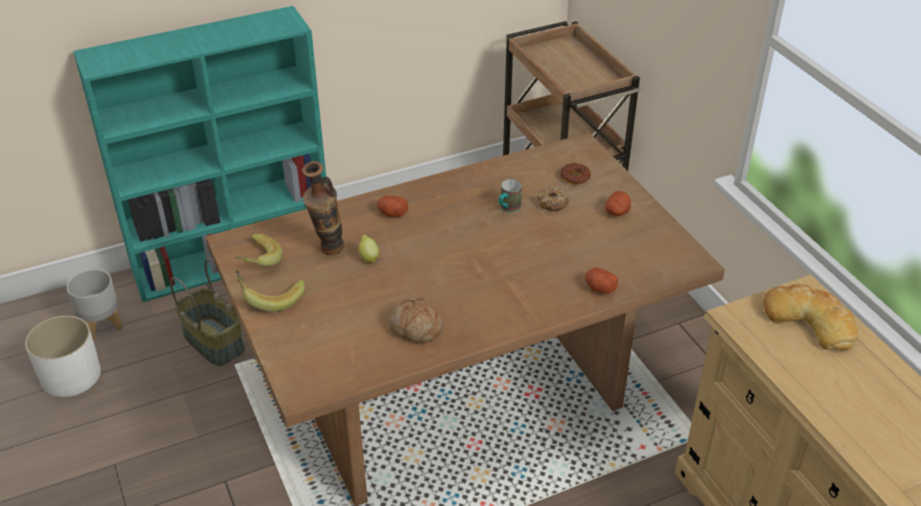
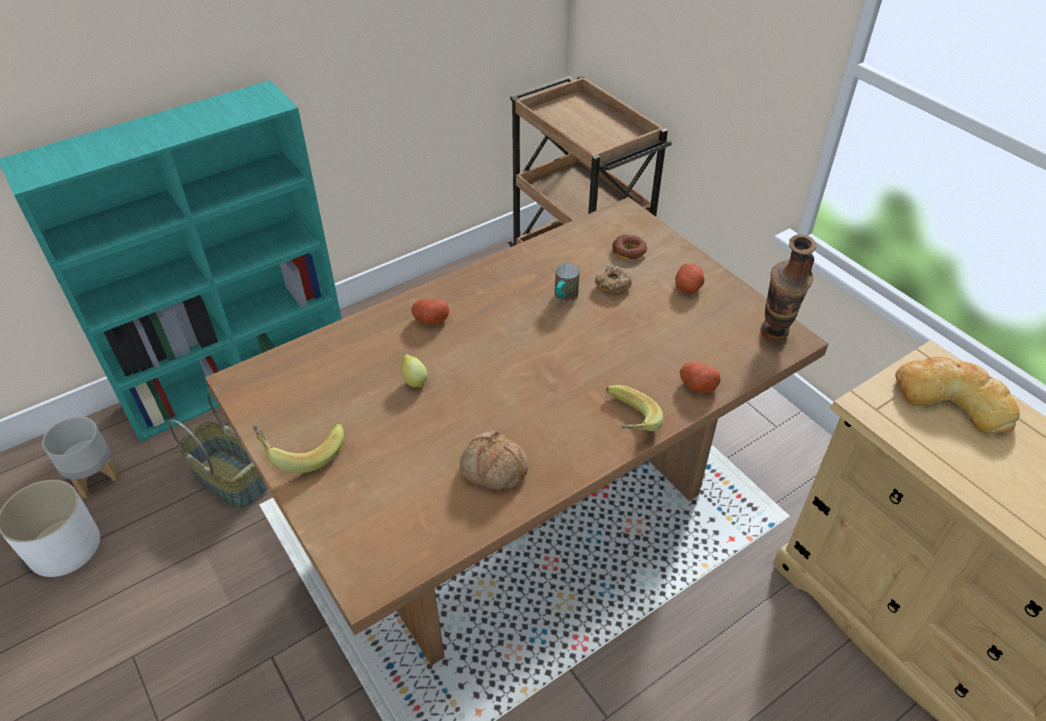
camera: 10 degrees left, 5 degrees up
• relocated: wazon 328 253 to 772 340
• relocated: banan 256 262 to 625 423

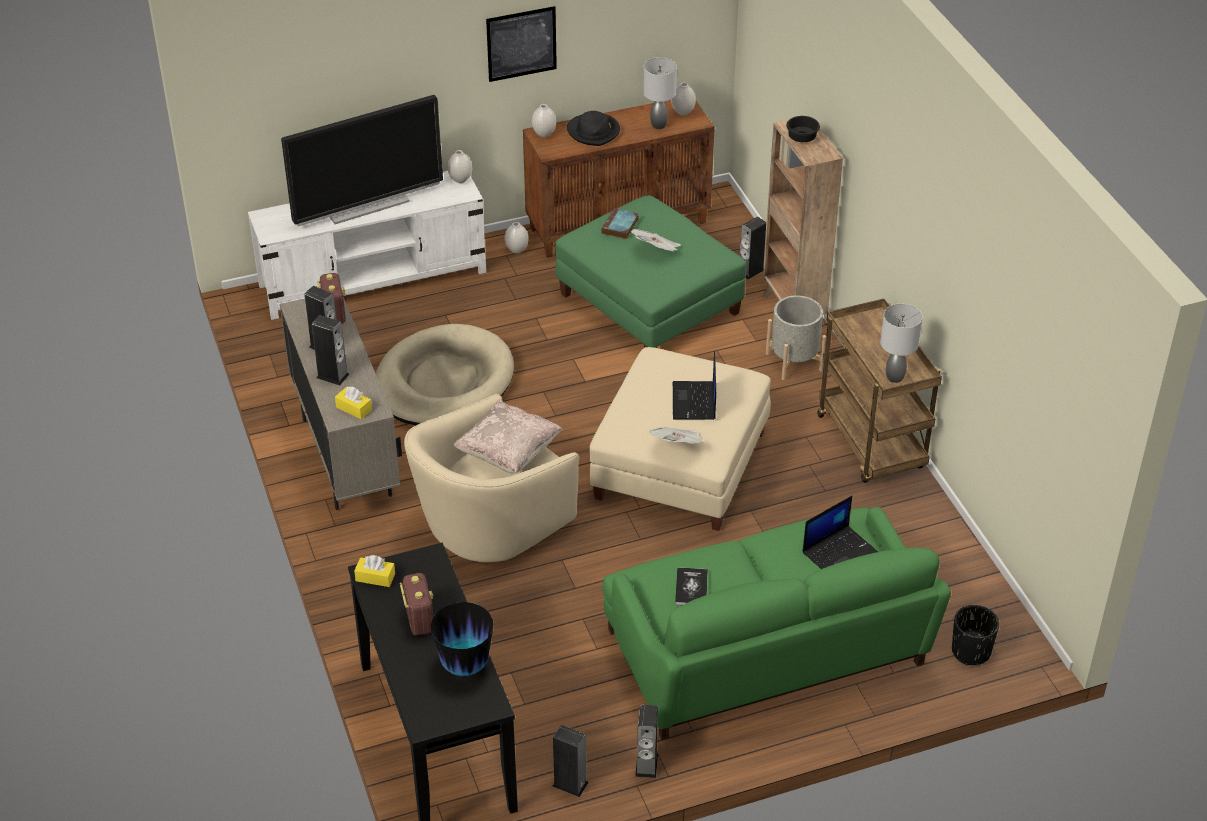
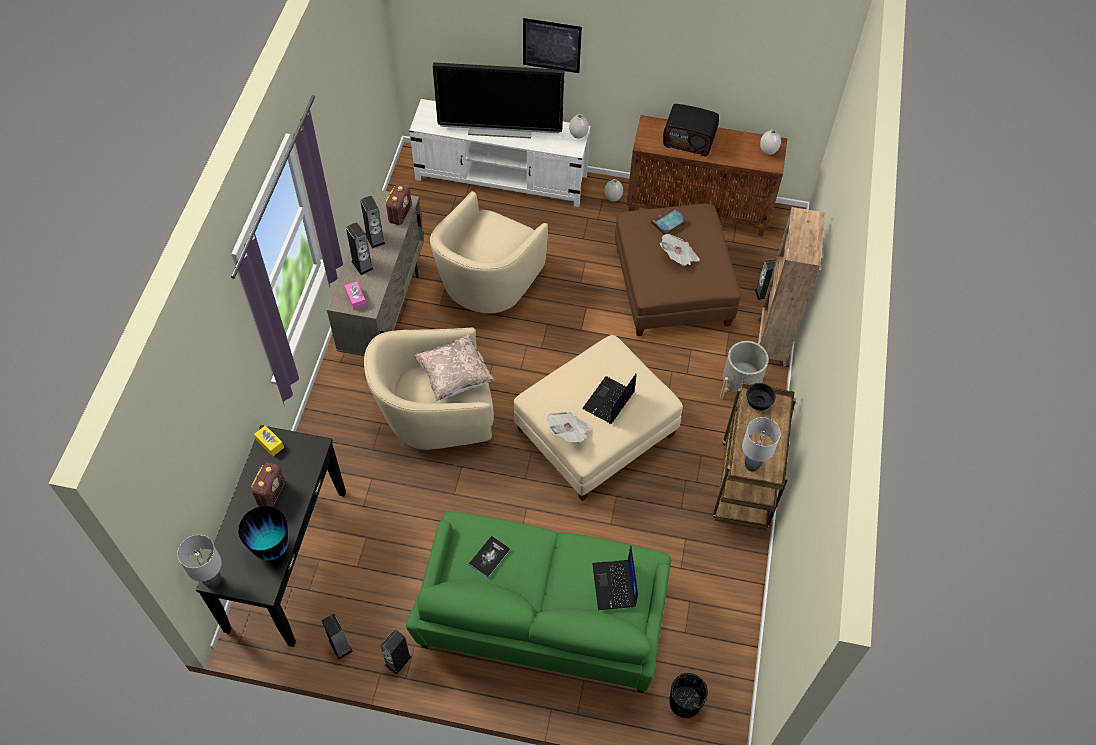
camera: 30 degrees right, 15 degrees up
• relocated: obraz 521 43 to 552 45
• relocated: lampa stołowa (szary) 658 125 to 212 581
• missing: wazon (biały) 544 134
• exchanged: kapelusz (czarny) 594 132 to radio 689 140
• relocated: miska (czarny) 801 138 to 757 401
• colour: pufa (zielony) 649 303 to pufa (brązowy) 672 287
• exchanged: legowisko (beżowy) 443 382 to fotel (beżowy) 487 283
• colour: pudełko chusteczek (żółty) 354 408 to pudełko chusteczek (różowy) 356 299
• spun: laptop 839 552 = 615 586 90 degrees clockwise

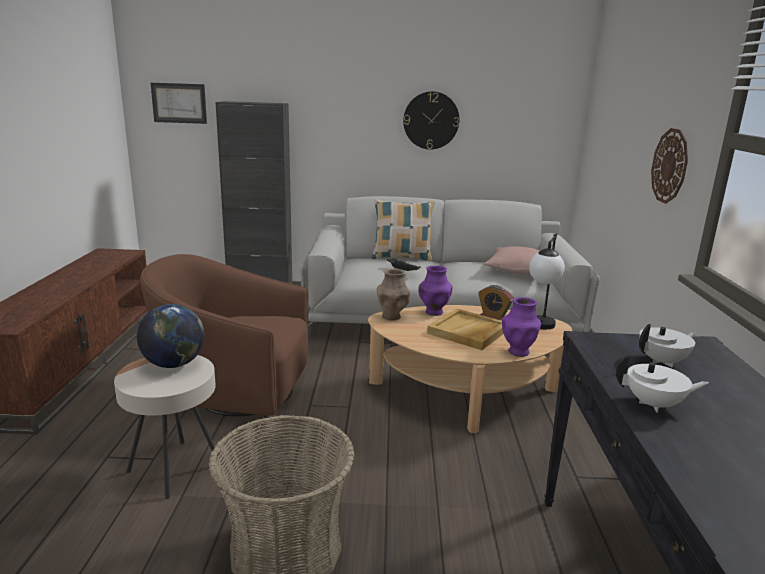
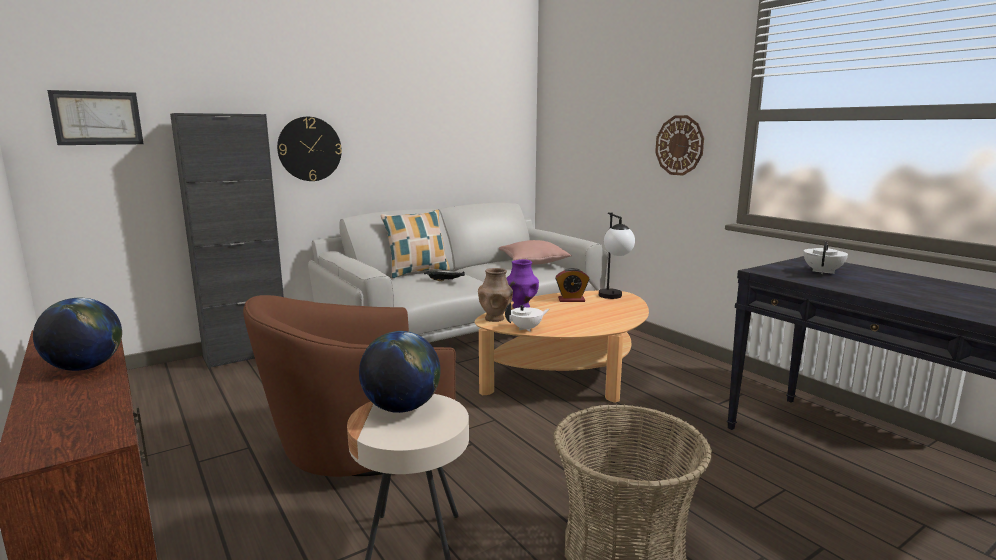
camera: 35 degrees left, 5 degrees down
• relocated: zegar ścienny 431 120 to 309 149
• missing: wazon (fioletowy) 518 352
• missing: taca (beżowy) 468 332
• relocated: imbryk (biały) 654 405 to 527 329
• appeared: globus 85 368

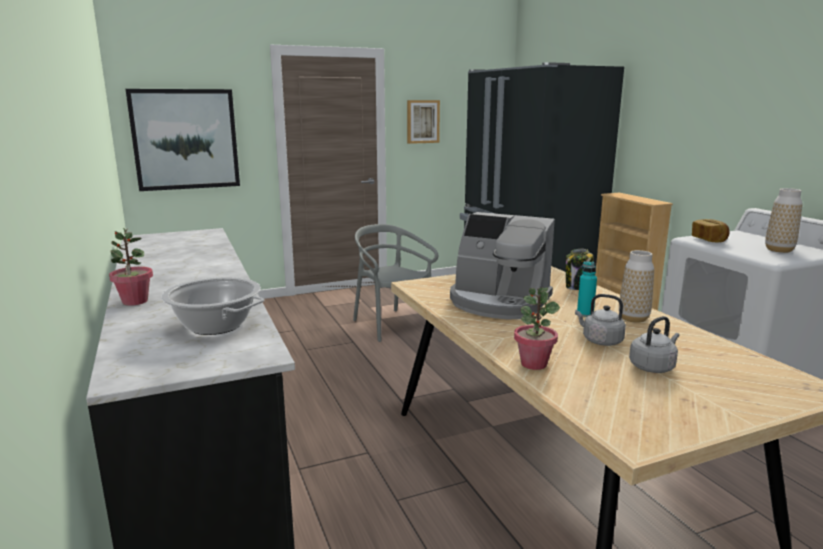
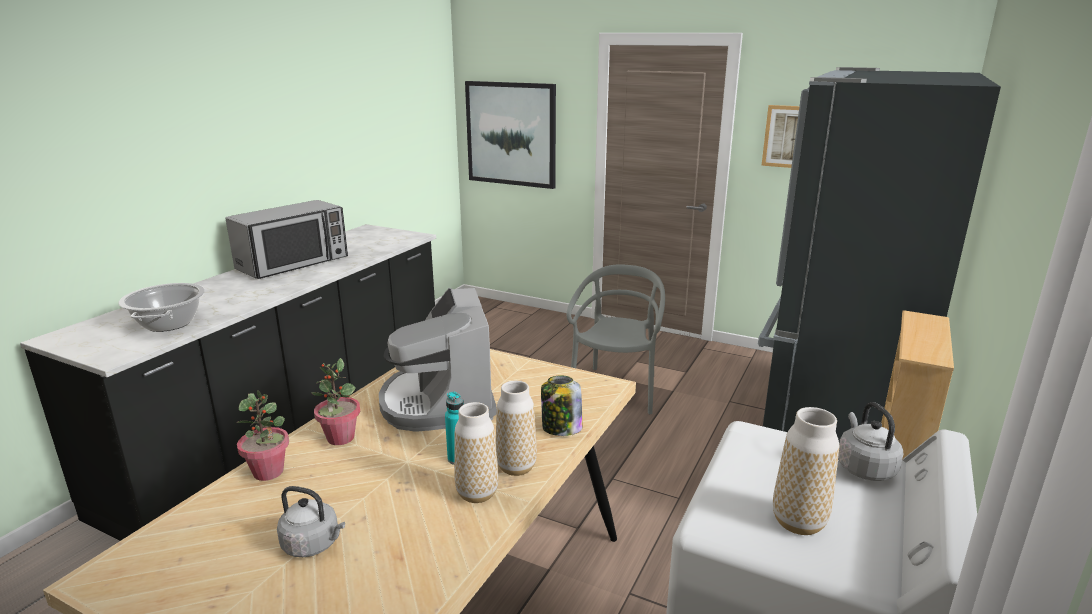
camera: 50 degrees right, 5 degrees up
• missing: chleb 709 240
• relocated: roślina doniczkowa 135 301 to 340 438
• relocated: czajnik (szary) 600 341 to 864 467
• appeared: mikrofalówka 294 263
• appeared: wazon 516 467

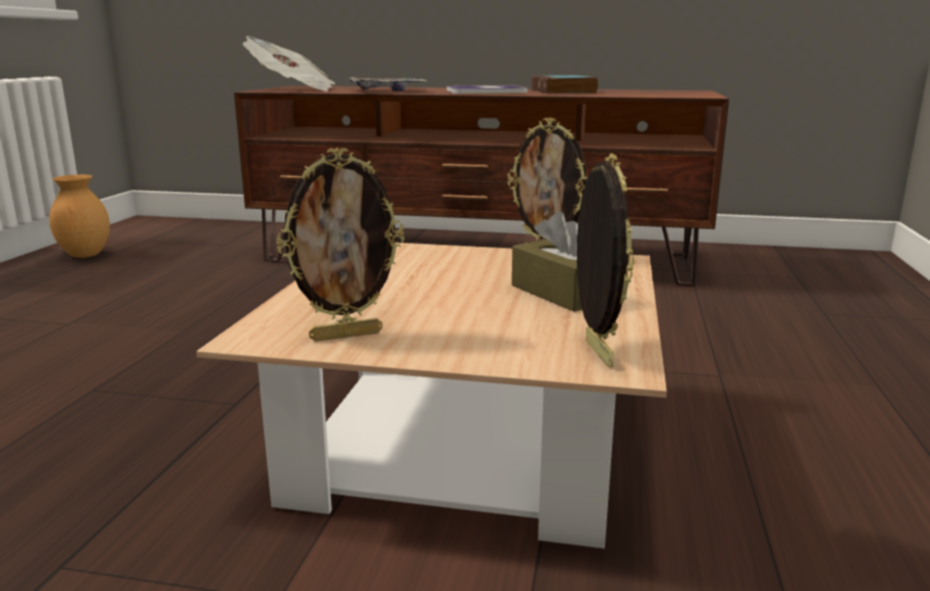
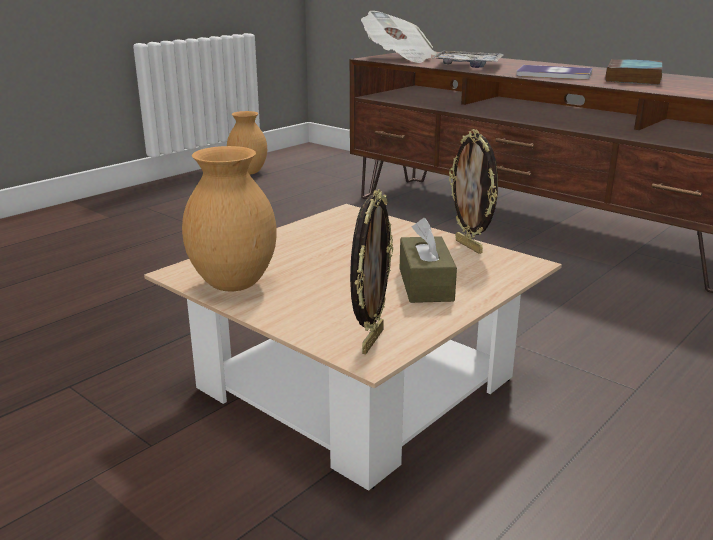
camera: 30 degrees right, 5 degrees up
• exchanged: ramka na zdjęcie 346 335 to wazon (brązowy) 235 284

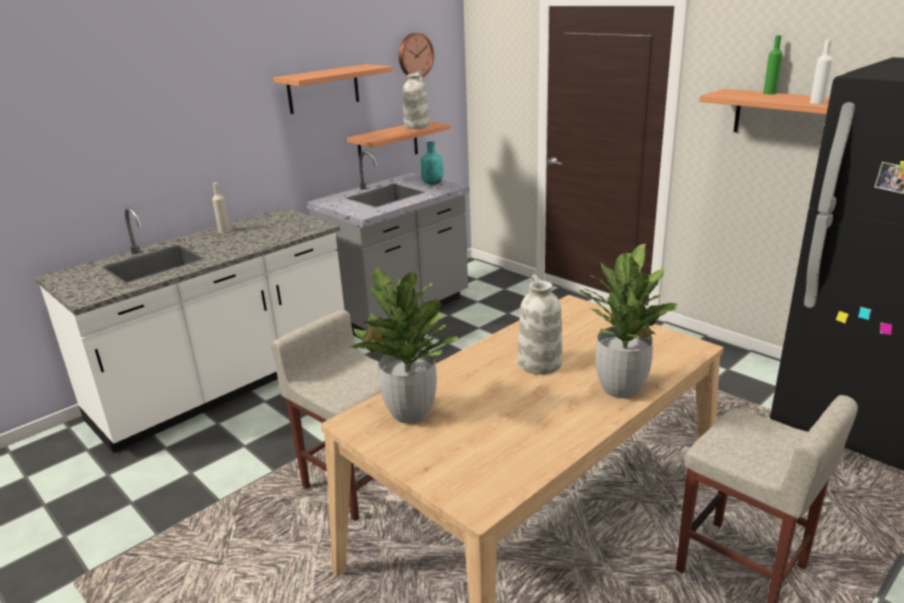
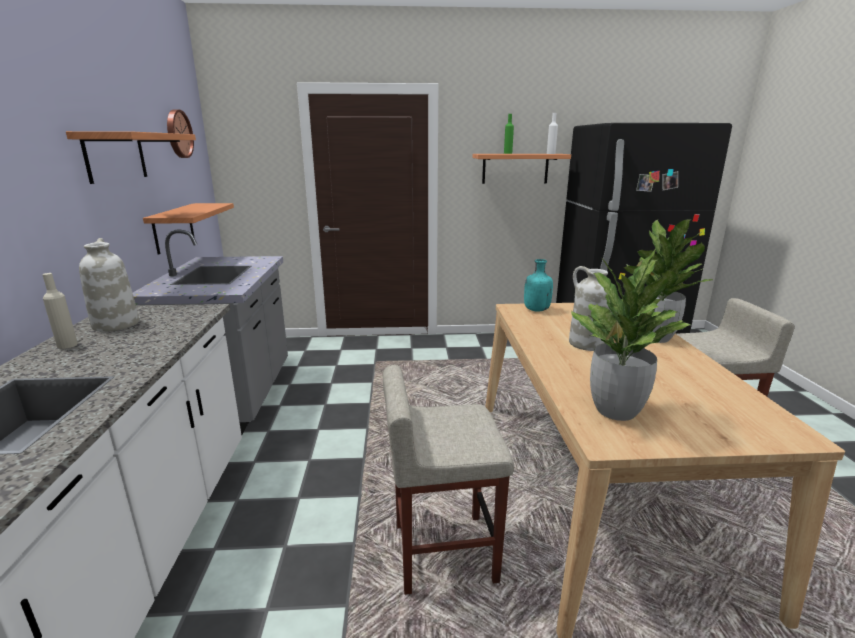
camera: 50 degrees left, 5 degrees down
• relocated: wazon (biały) 416 126 to 115 324
• relocated: butelka (turkusowy) 432 183 to 536 310

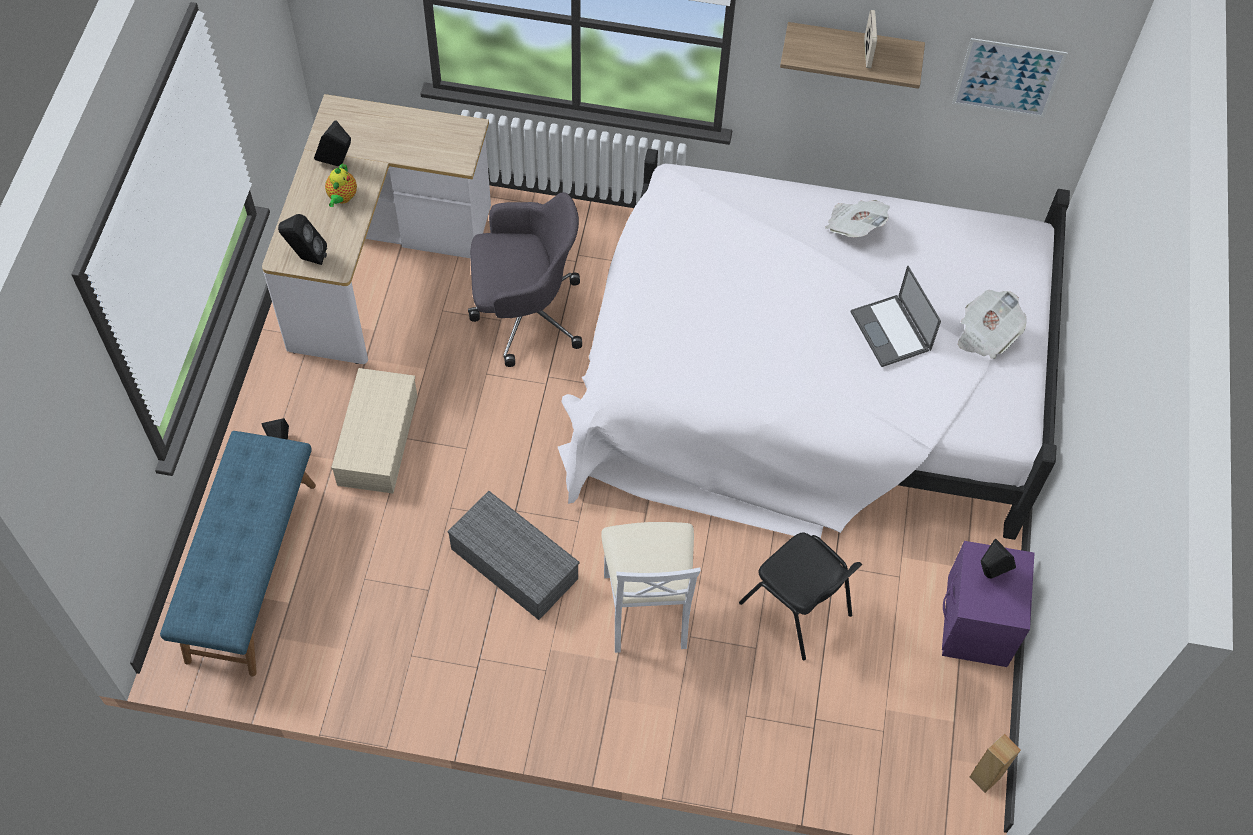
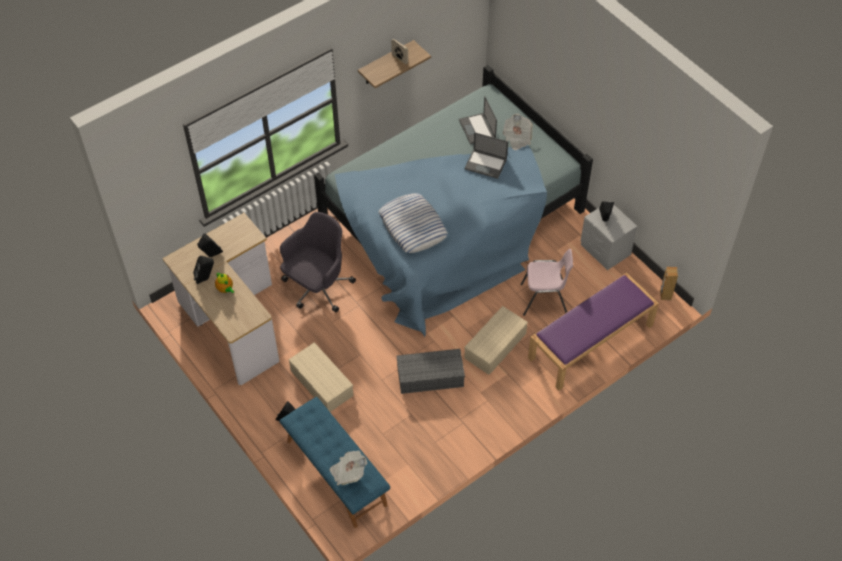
camera: 45 degrees left, 5 degrees down
• missing: obraz 1008 78
• colour: łóżko (biały) 805 382 to łóżko (niebieski) 451 221
• relocated: gazeta 854 226 to 348 472
• relocated: głośnik (czarny) 306 257 to 211 255
• exchanged: krzesło (biały) 647 608 to pojemnik do przechowywania (beżowy) 495 347
• colour: krzesło (czarny) 796 610 to krzesło (różowy) 544 299
• colour: szafka nocna (fioletowy) 976 624 to szafka nocna (szary) 605 250
• appeared: laptop 477 129
• appeared: poduszka 413 227
• appeared: ławka (fioletowy) 590 342

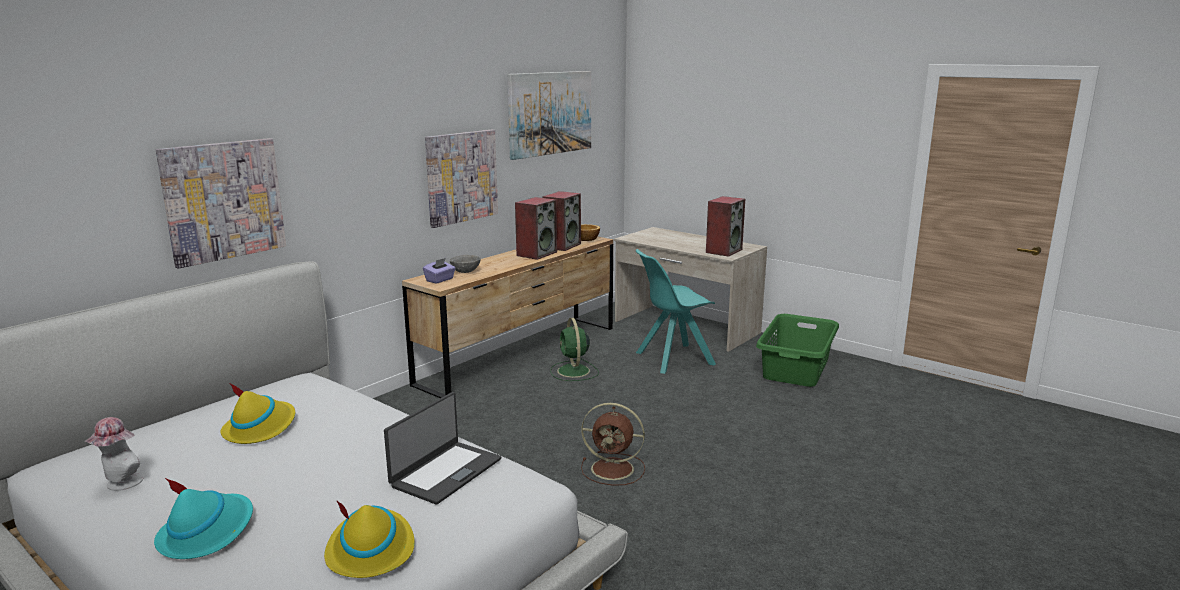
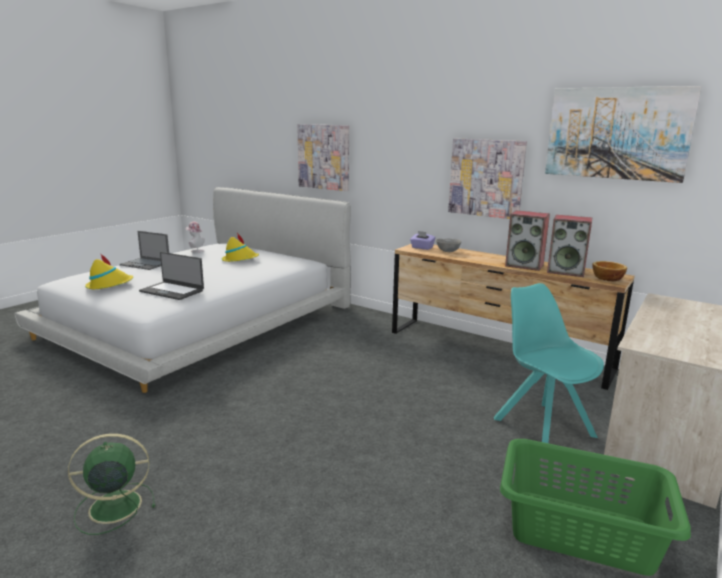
camera: 85 degrees right, 0 degrees up
• missing: głośnik 723 251
• relocated: wentylator (zielony) 574 371 to 112 507
• missing: wentylator (brązowy) 614 469
• exchanged: kapelusz (turkusowy) 207 533 to laptop 145 264

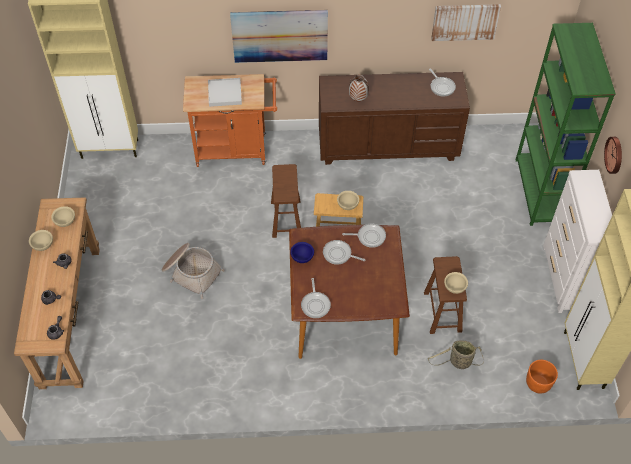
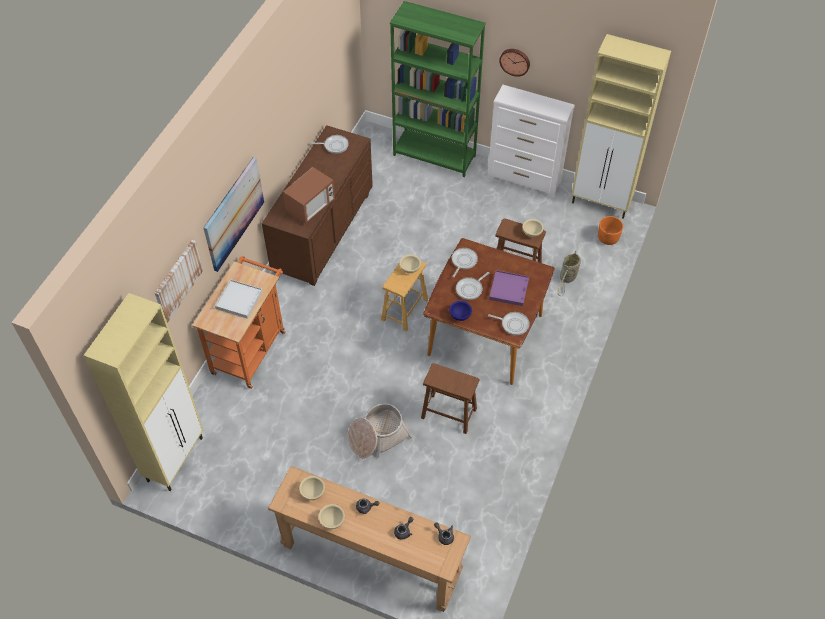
camera: 65 degrees left, 0 degrees up
• relocated: obraz 465 21 to 178 280
• exchanged: wazon 358 99 to mikrofalówka 310 206
• relocated: stołek (brązowy) 286 219 to 449 413
• appeared: taca (fioletowy) 509 289

